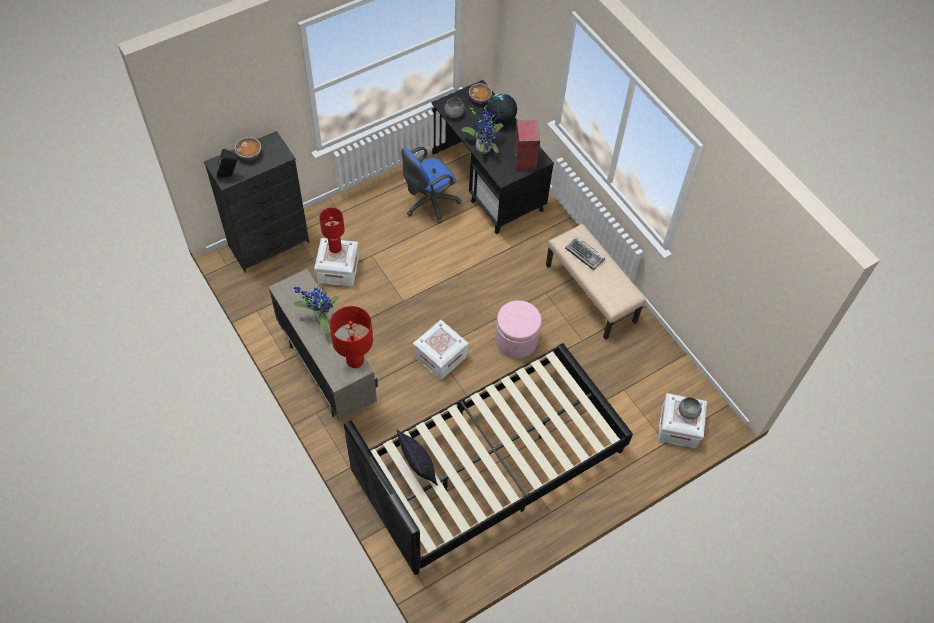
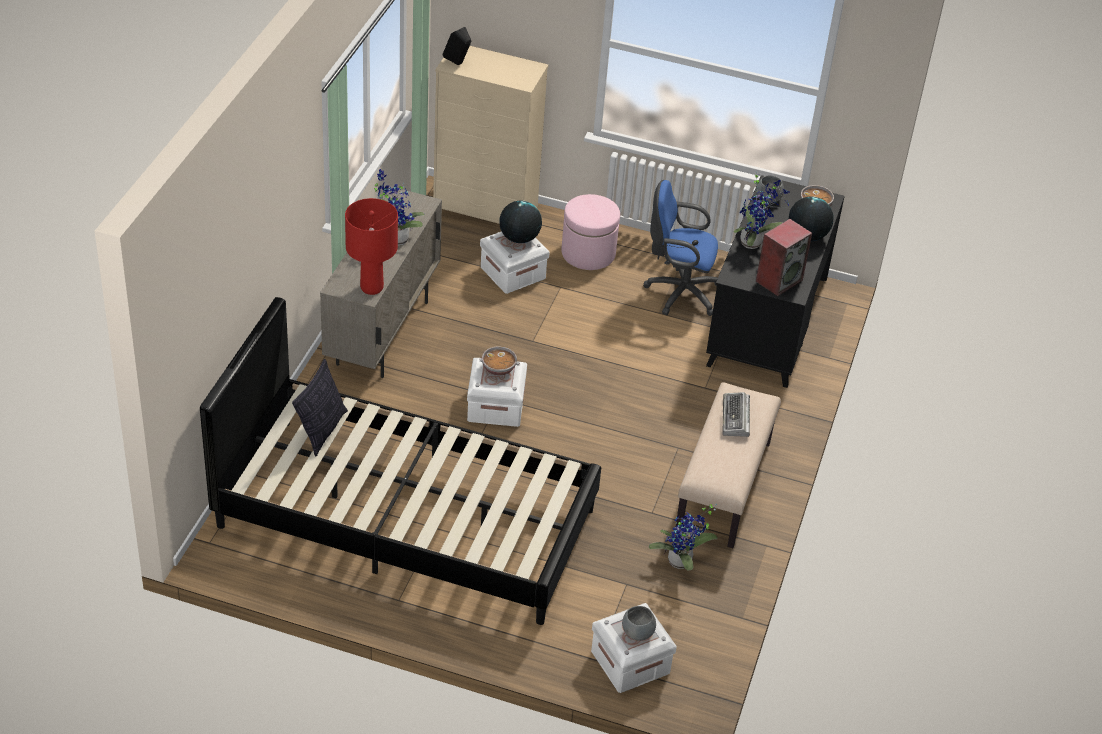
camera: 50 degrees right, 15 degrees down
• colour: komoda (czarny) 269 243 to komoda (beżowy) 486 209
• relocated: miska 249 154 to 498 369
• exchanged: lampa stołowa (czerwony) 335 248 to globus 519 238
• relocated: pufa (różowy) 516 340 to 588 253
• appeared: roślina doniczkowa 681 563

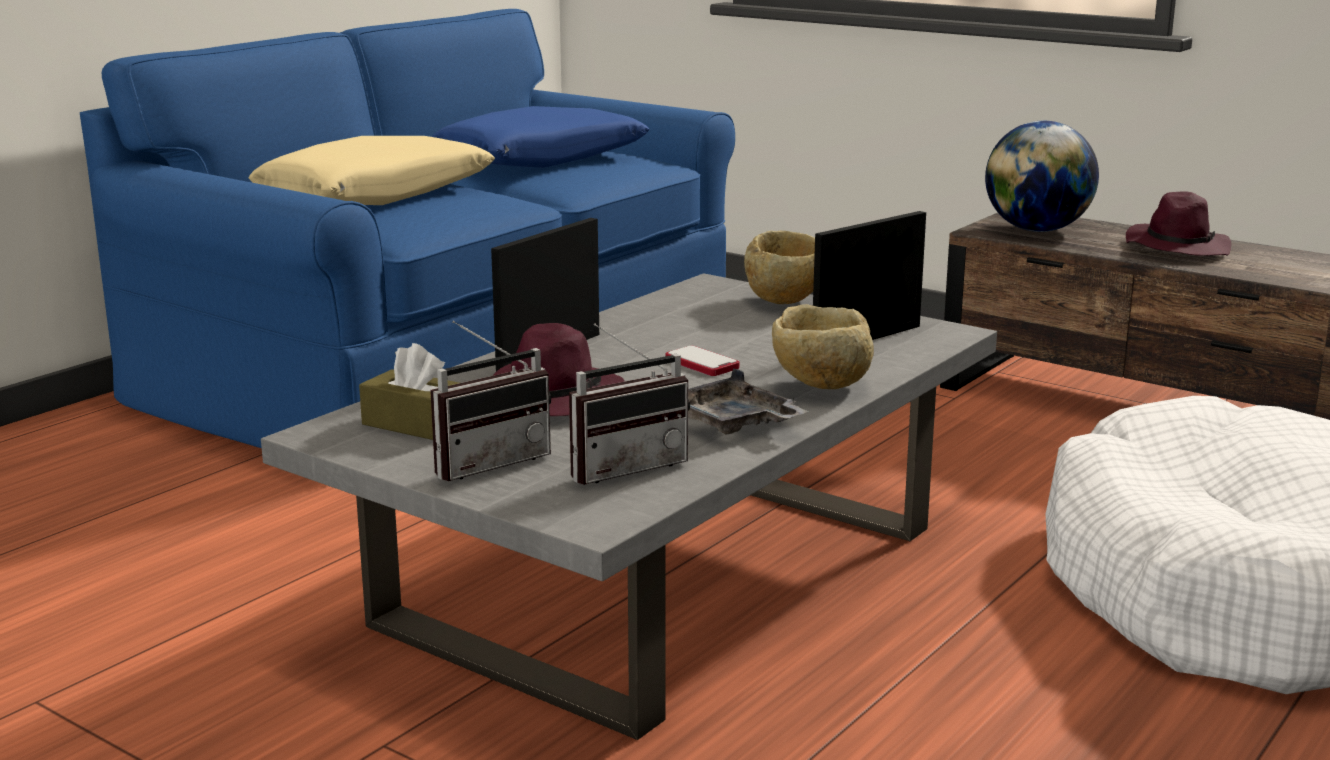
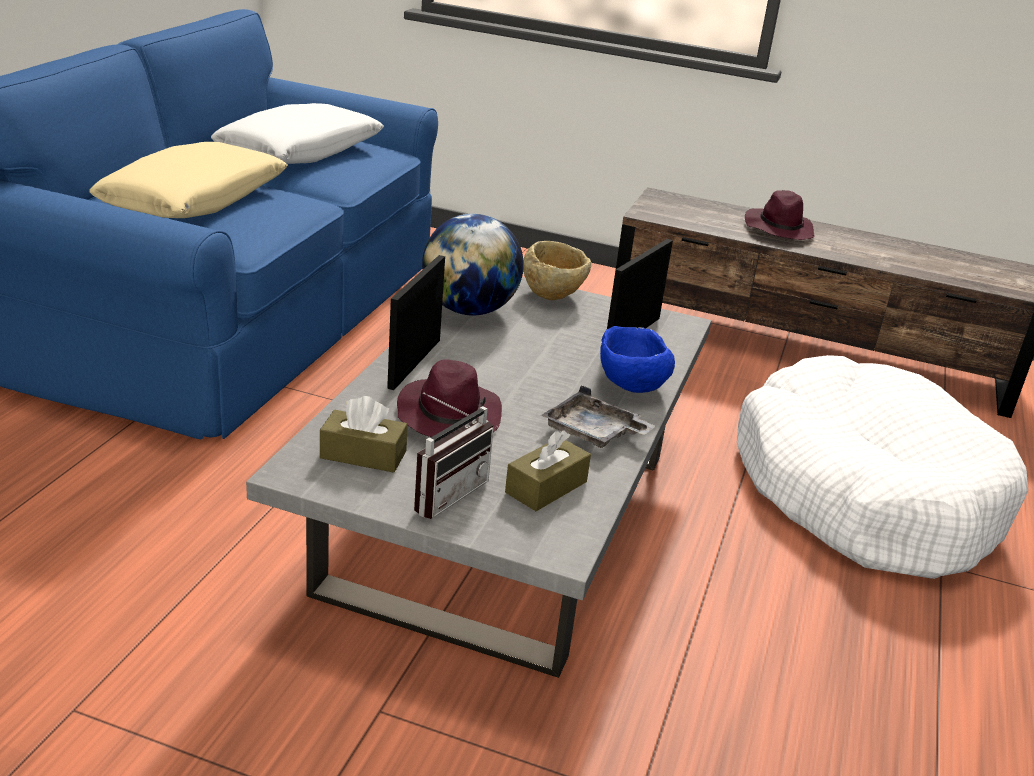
camera: 20 degrees left, 10 degrees up
• colour: poduszka (niebieski) 541 159 to poduszka (biały) 300 151
• relocated: globus 1037 230 to 469 310
• colour: miska (beżowy) 821 386 to miska (niebieski) 630 387
• exchanged: radio 624 466 to pudełko chusteczek (brązowy) 546 487
• missing: telefon 702 363

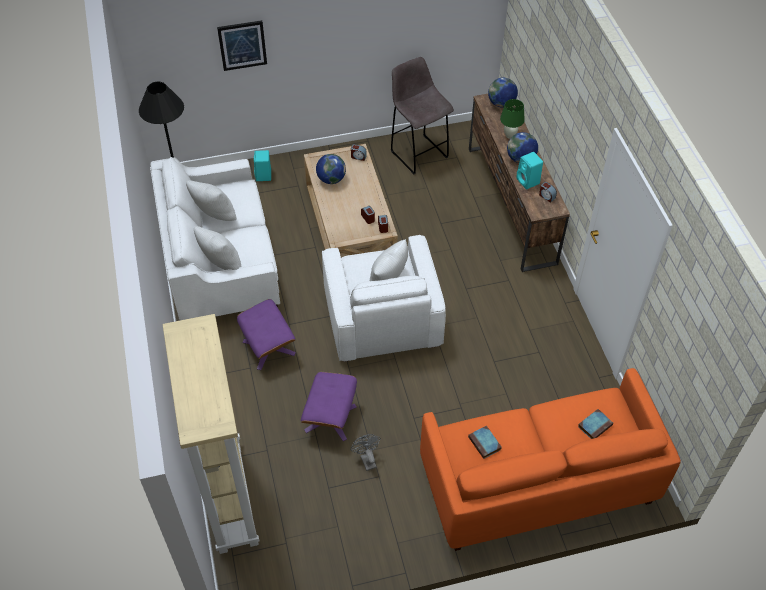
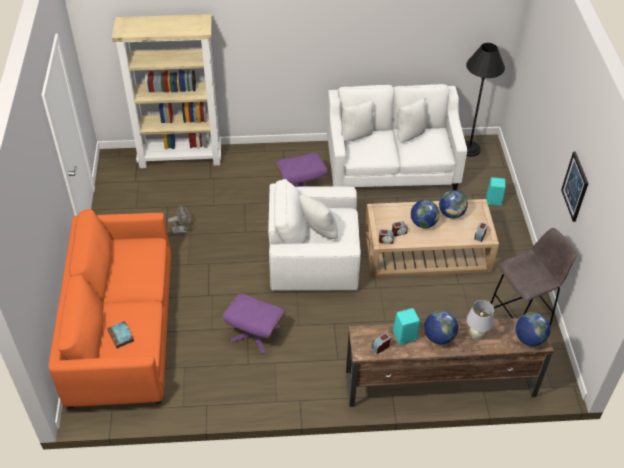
camera: 100 degrees right, 5 degrees down
• relocated: obraz 242 45 to 575 186
• colour: lampa stołowa (zielony) 510 135 to lampa stołowa (biały) 476 335
• relocated: pufa (fioletowy) 330 418 to 255 333
• missing: książka 485 444
• appeared: globus 423 223

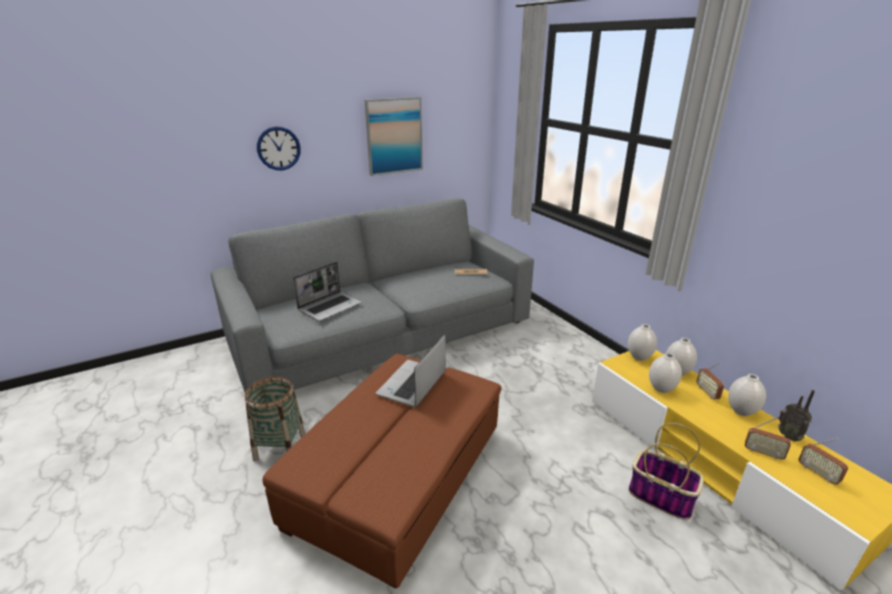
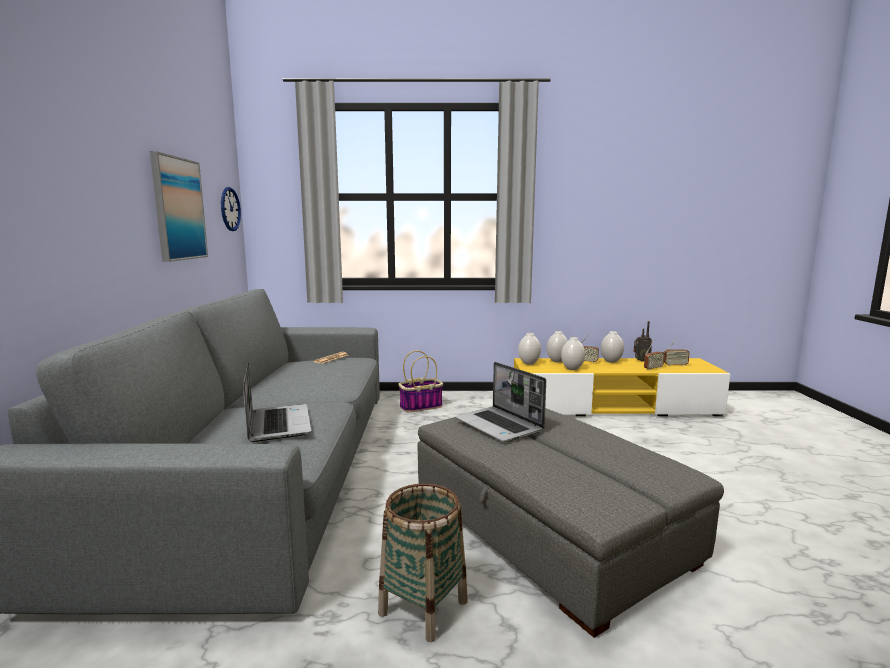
camera: 60 degrees left, 15 degrees down
• relocated: zegar ścienny 278 148 to 230 209
• colour: pufa (brązowy) 399 476 to pufa (szary) 548 526
• relocated: koszyk 661 497 to 421 406

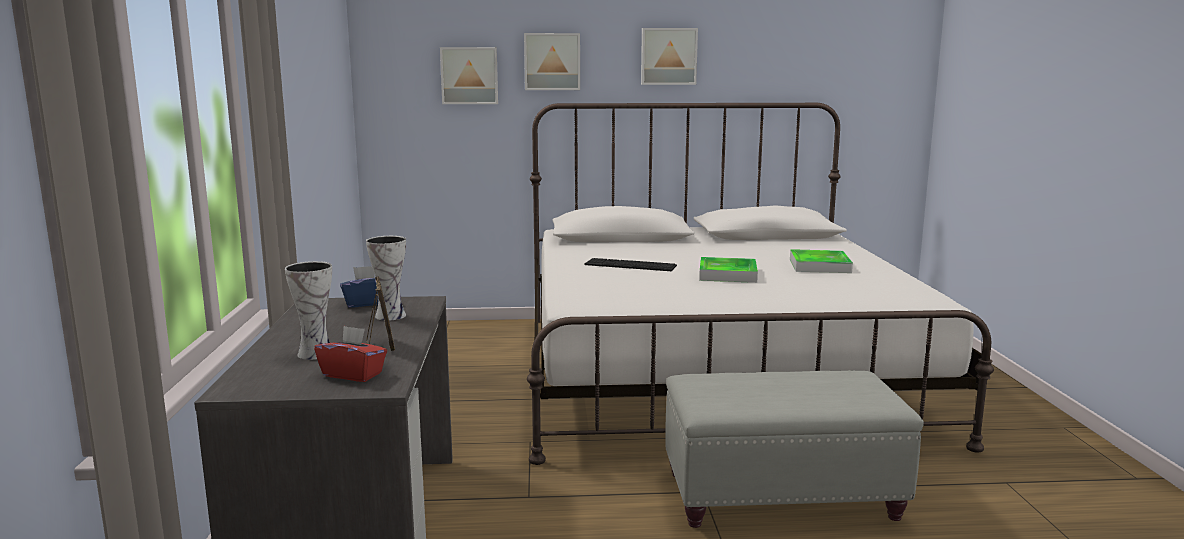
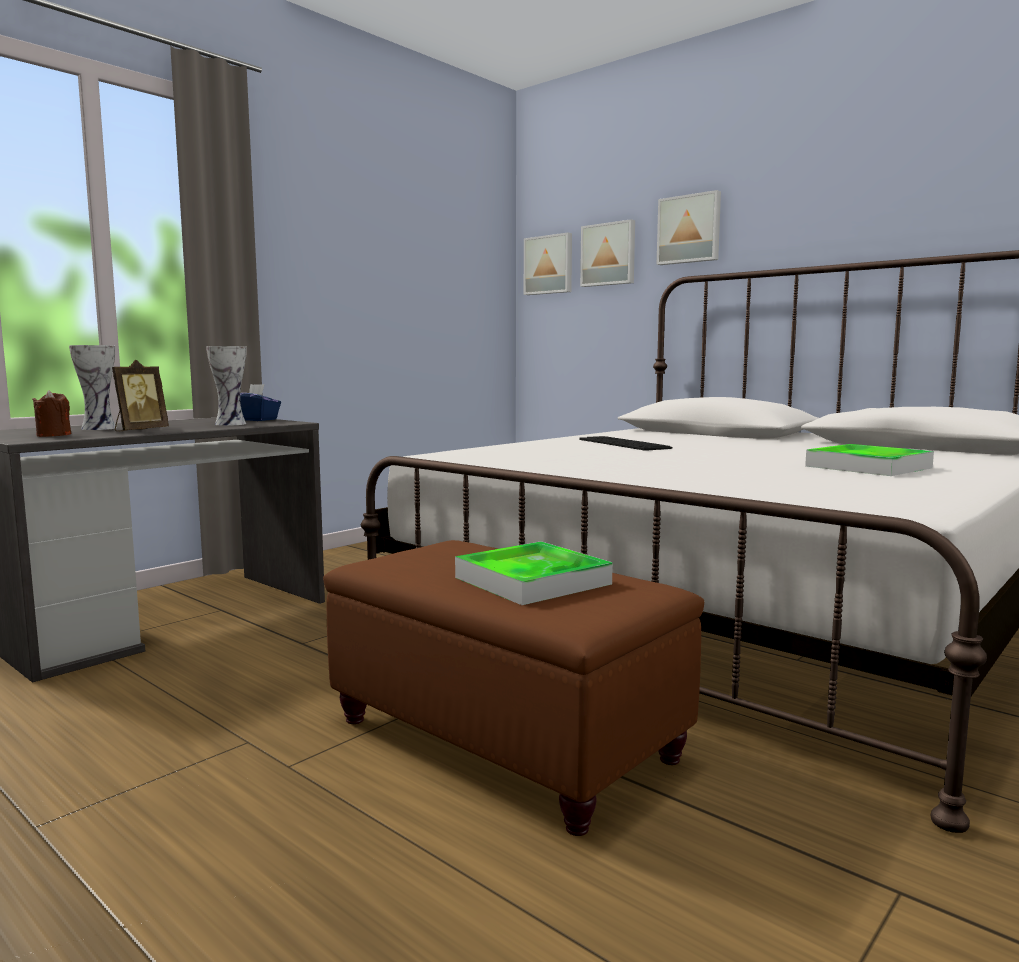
camera: 45 degrees right, 5 degrees down
• relocated: obraz 668 56 to 549 265
• relocated: taca 727 274 to 532 581
• exchanged: pudełko chusteczek (czerwony) 353 374 to świeca (brązowy) 54 435
• colour: pufa (szary) 782 495 to pufa (brązowy) 506 740

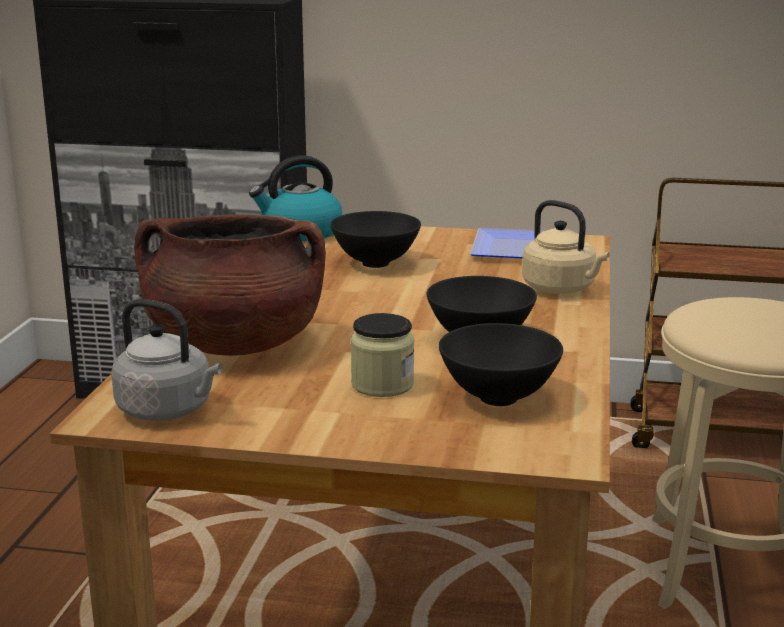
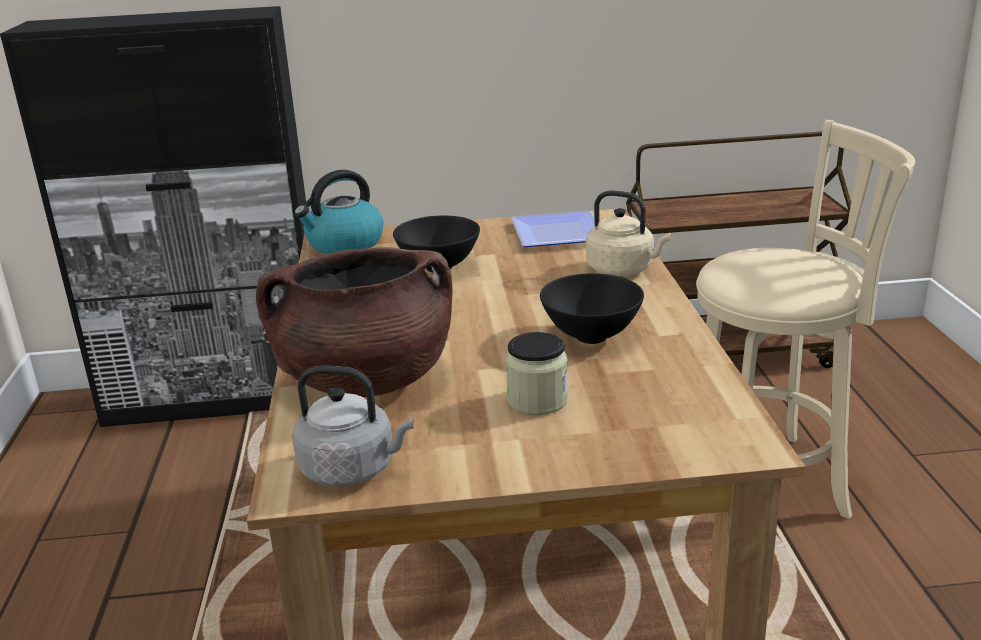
camera: 15 degrees left, 5 degrees up
• missing: miska (czarny) 497 398

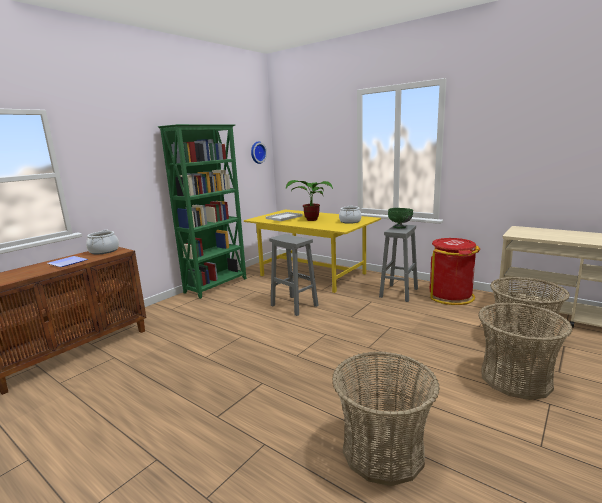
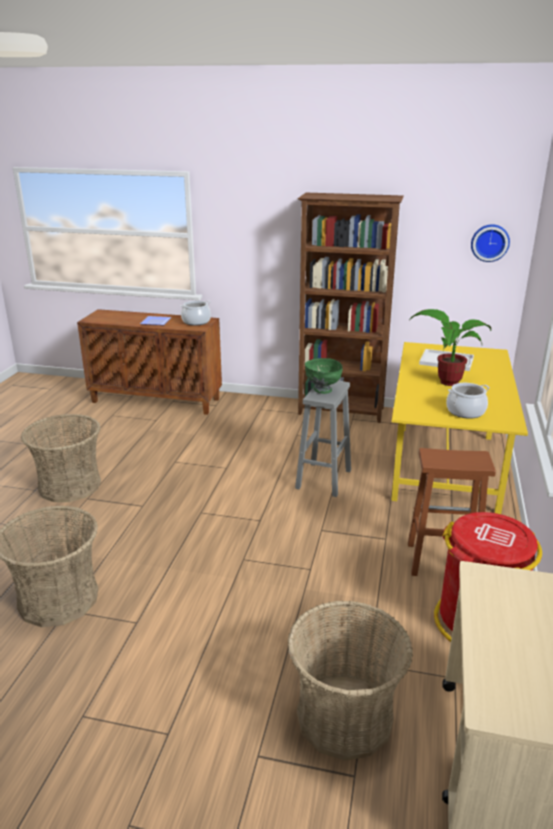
camera: 65 degrees right, 10 degrees up
• colour: regał (zielony) 217 285 to regał (brązowy) 341 412
• relocated: miska (zielony) 399 227 to 322 390
• colour: stołek (szary) 398 293 to stołek (brązowy) 440 561
• relocated: koszyk 515 379 to 70 485

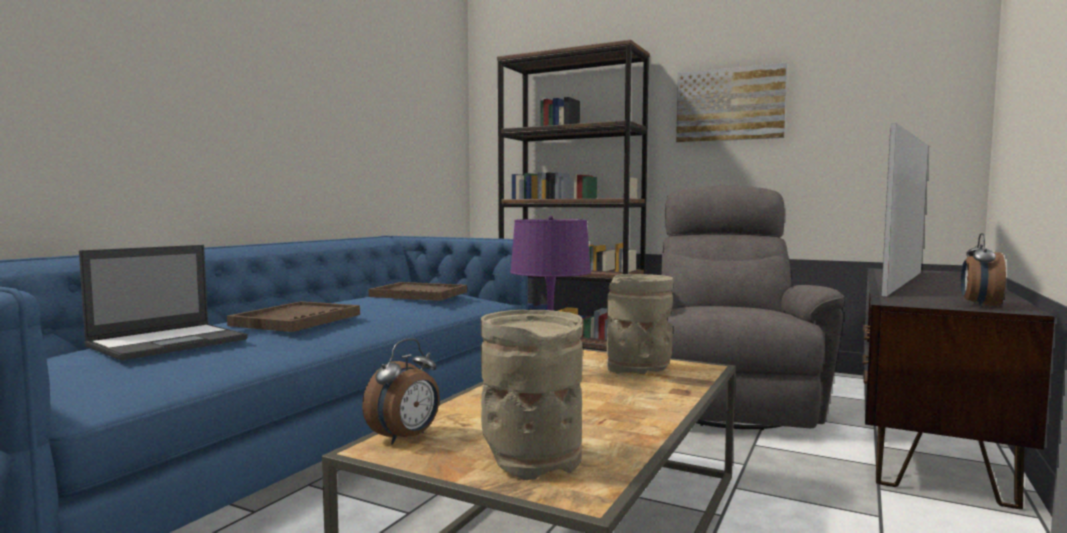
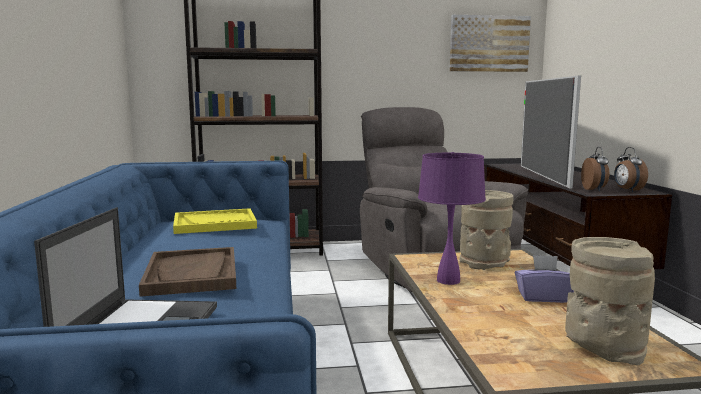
camera: 35 degrees left, 5 degrees up
• relocated: obraz 730 105 to 488 44
• colour: taca (brązowy) 419 294 to taca (żółty) 215 224
• relocated: budzik 406 438 to 594 189
• appeared: pudełko chusteczek (fioletowy) 543 297

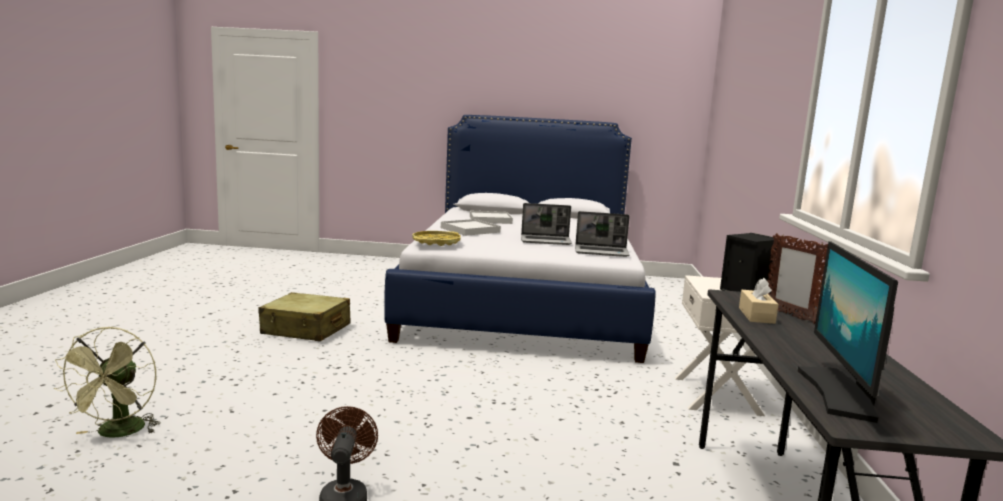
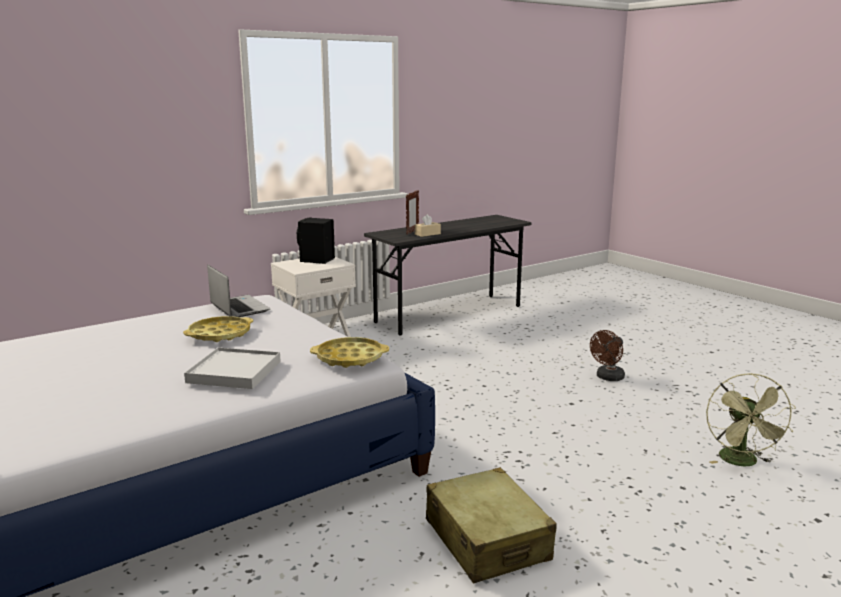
camera: 130 degrees left, 5 degrees up
• exchanged: laptop 546 241 to taca (żółty) 219 334
• missing: taca (biały) 490 220
• missing: monitor 839 394
• spun: wentylator (zielony) 117 433 = 742 462 135 degrees clockwise

